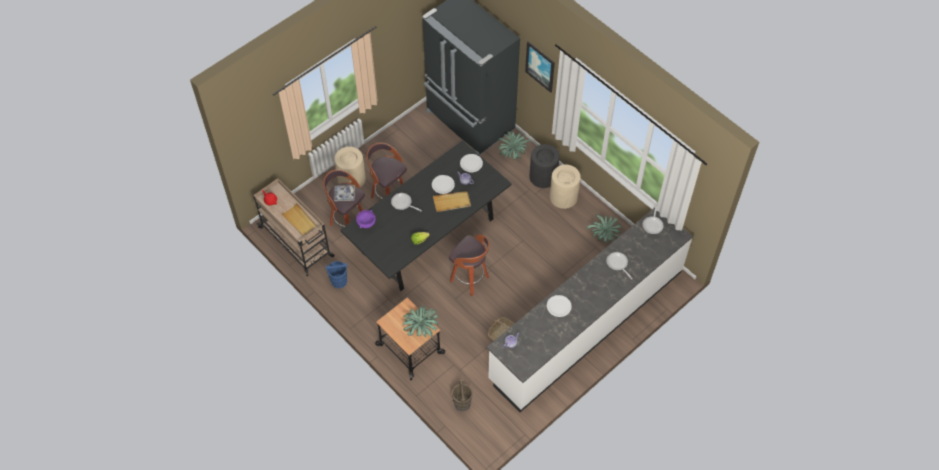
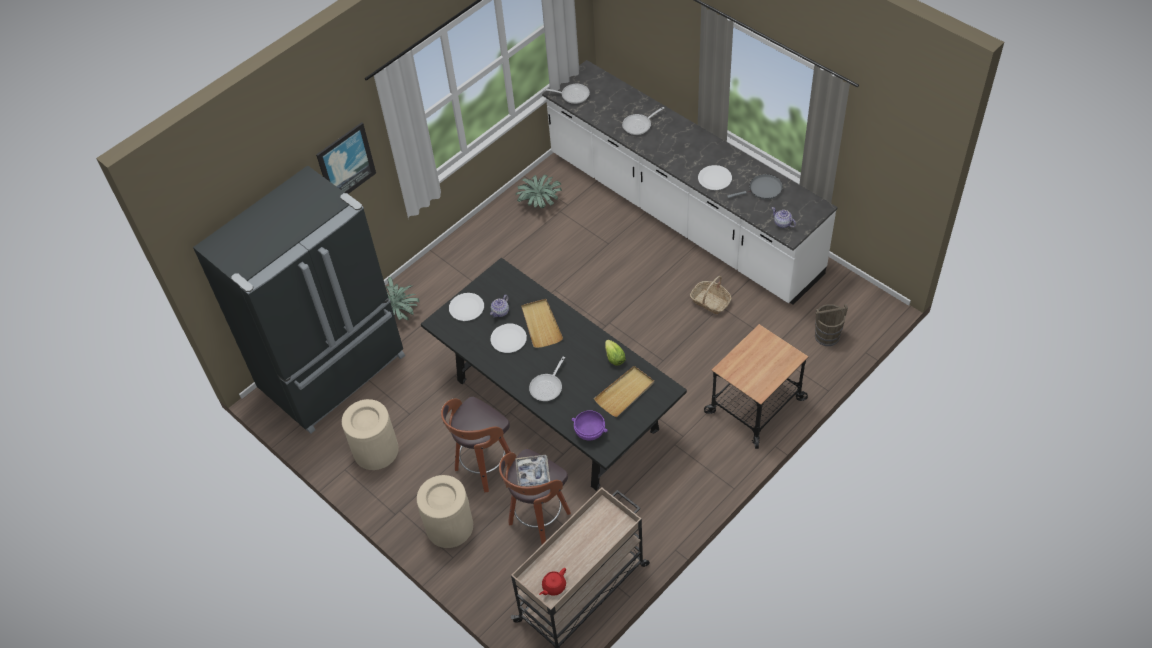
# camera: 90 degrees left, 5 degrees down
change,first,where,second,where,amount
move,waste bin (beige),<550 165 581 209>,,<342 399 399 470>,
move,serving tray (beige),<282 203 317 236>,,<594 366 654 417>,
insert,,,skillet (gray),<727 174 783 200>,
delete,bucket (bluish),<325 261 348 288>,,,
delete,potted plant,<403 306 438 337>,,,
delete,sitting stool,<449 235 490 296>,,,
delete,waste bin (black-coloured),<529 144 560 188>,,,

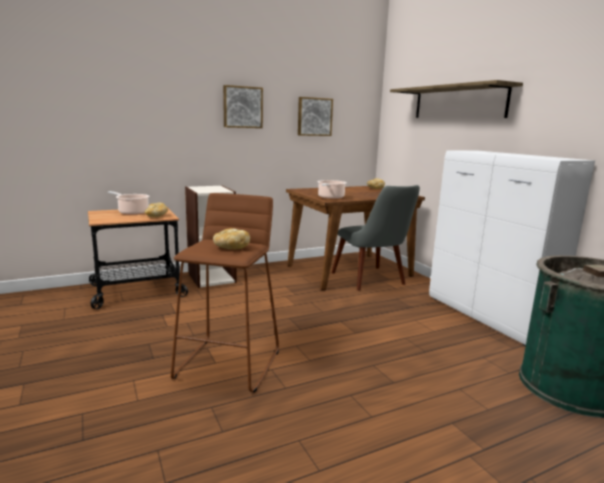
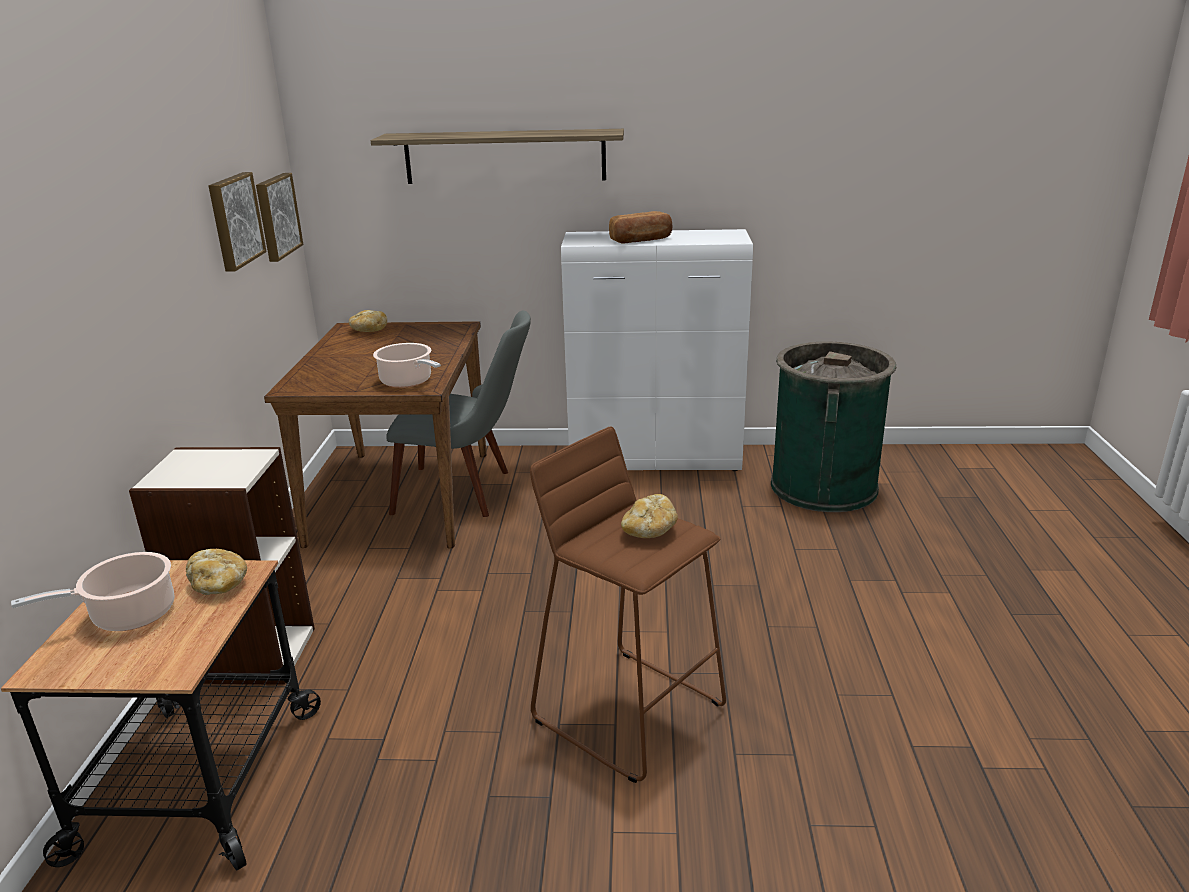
# camera: 60 degrees left, 10 degrees up
change,first,where,second,where,amount
move,picture,<223 85 263 128>,,<256 173 304 262>,
insert,,,baked bread,<609 211 672 244>,

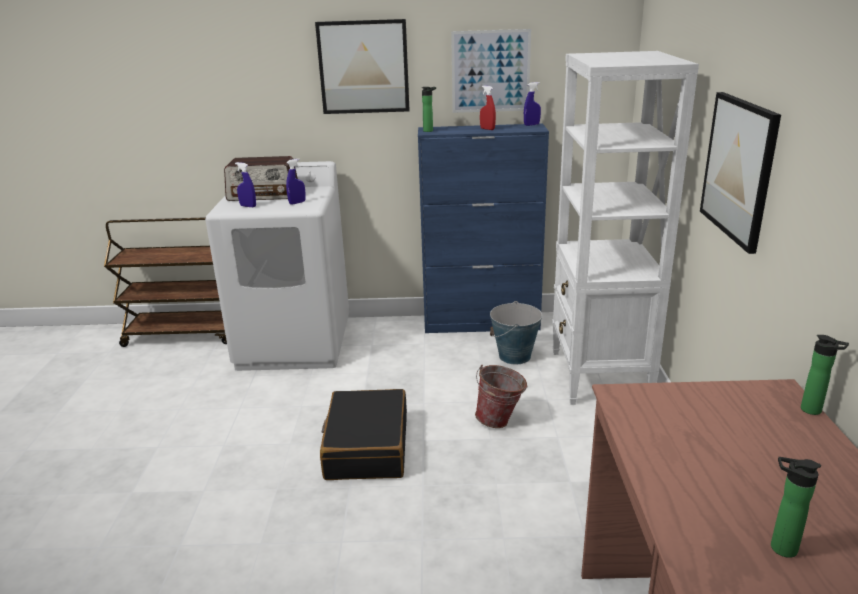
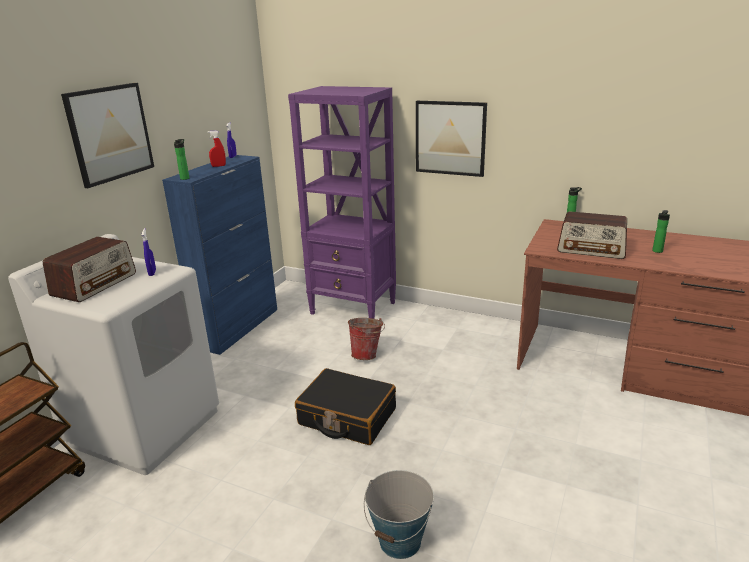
# camera: 65 degrees left, 0 degrees up
change,first,where,second,where,amount
recolor,shelving unit (white-coloured),<552 51 699 405>,shelving unit (purple-coloured),<288 86 396 319>,
move,bucket,<490 301 542 364>,,<364 470 434 559>,
insert,,,radio,<557 211 627 259>,
delete,hand sprayer (bluish),<235 162 256 207>,,,
delete,picture,<451 29 531 113>,,,

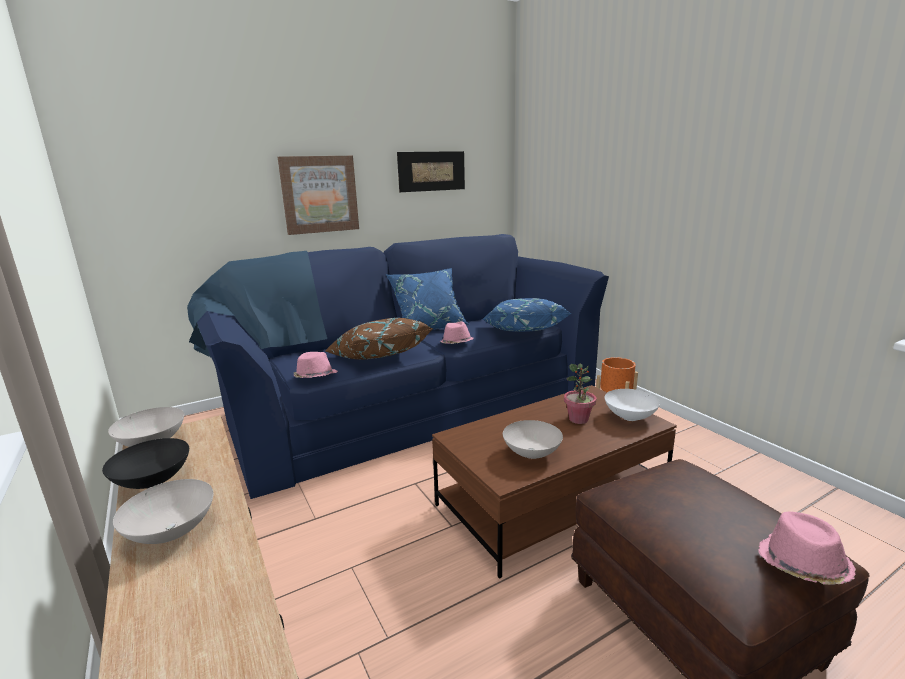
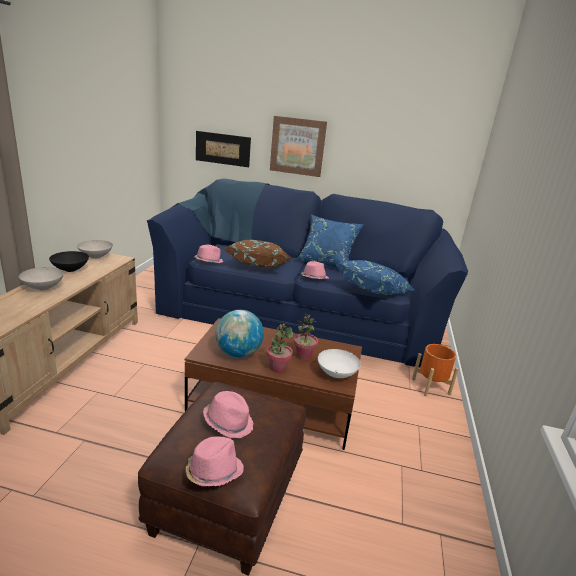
# camera: 40 degrees right, 5 degrees up
change,first,where,second,where,amount
move,picture,<397 151 465 192>,,<196 131 251 167>,
insert,,,clothing hat (pink-coloured),<203 391 253 438>,
replace,deep dish (white-coloured),<503 420 563 459>,desk globe,<216 310 264 358>,
insert,,,potted plant,<267 324 293 373>,

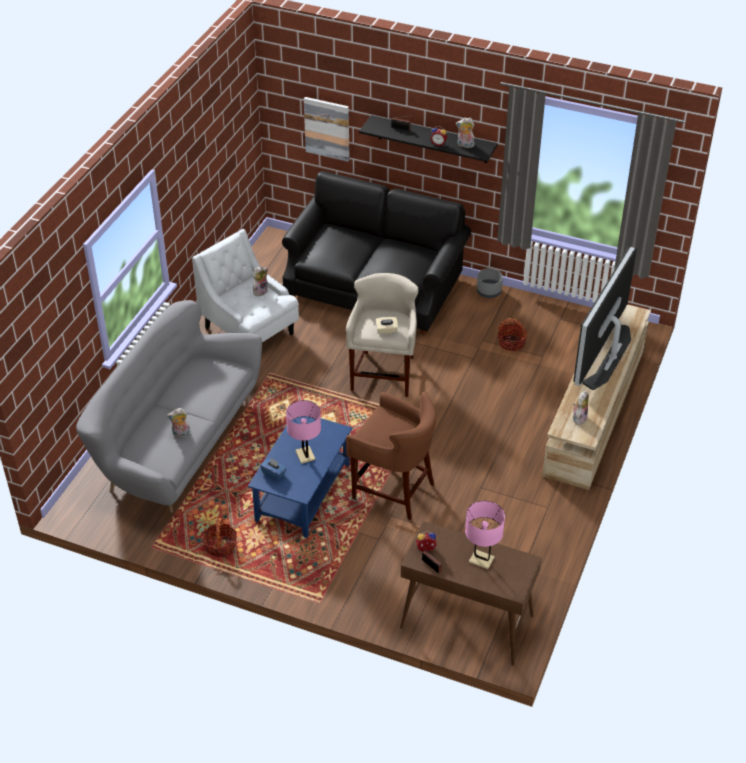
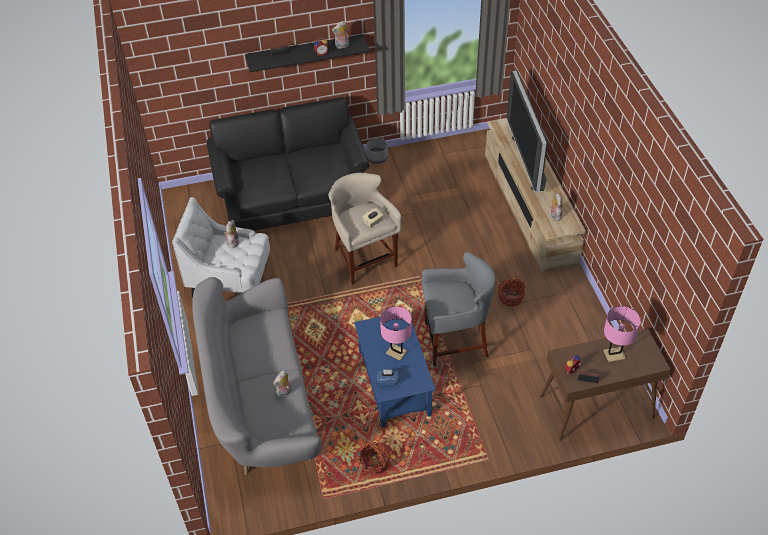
# camera: 35 degrees left, 5 degrees up
change,first,where,second,where,amount
recolor,sitting stool (brown),<346 392 436 521>,sitting stool (gray),<422 252 495 366>,
move,basket,<498 318 527 351>,,<498 278 526 307>,
delete,picture,<304 97 349 162>,,,

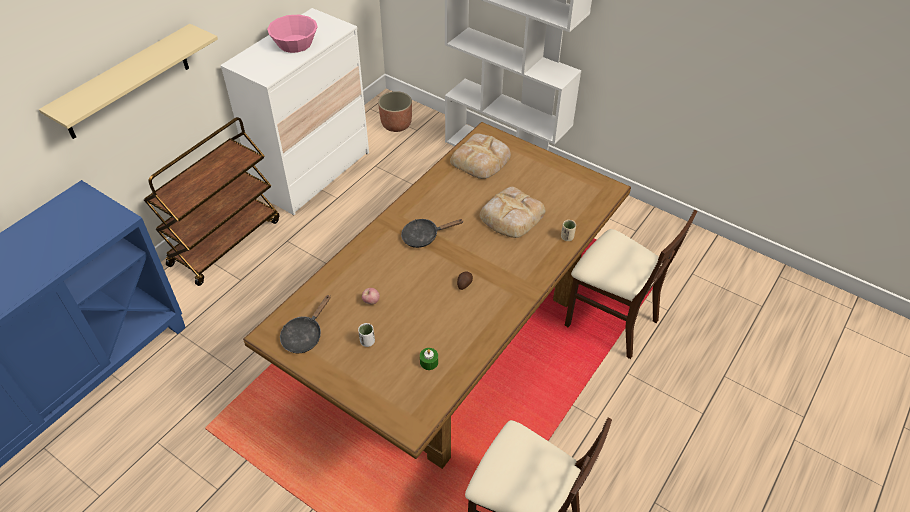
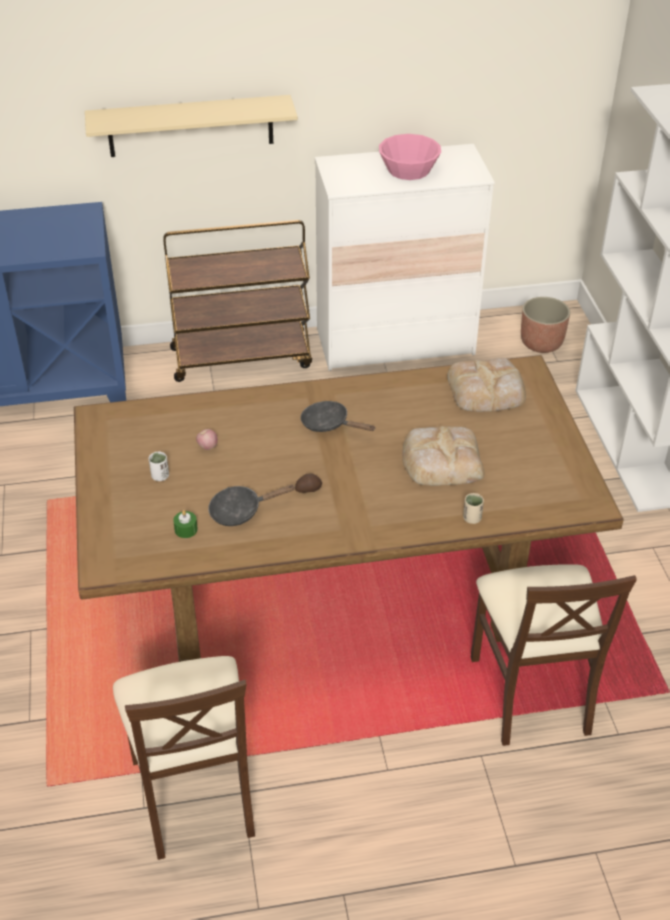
# camera: 45 degrees right, 5 degrees down
change,first,where,second,where,amount
move,skillet (black-coloured),<280 295 330 353>,,<208 485 296 526>,

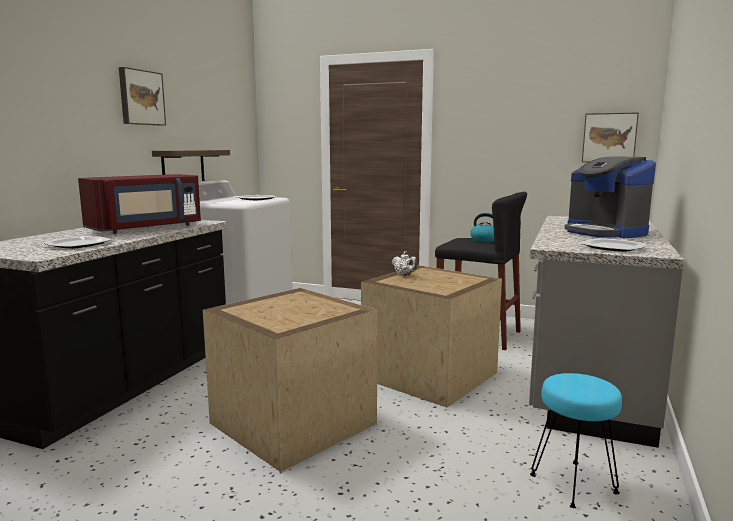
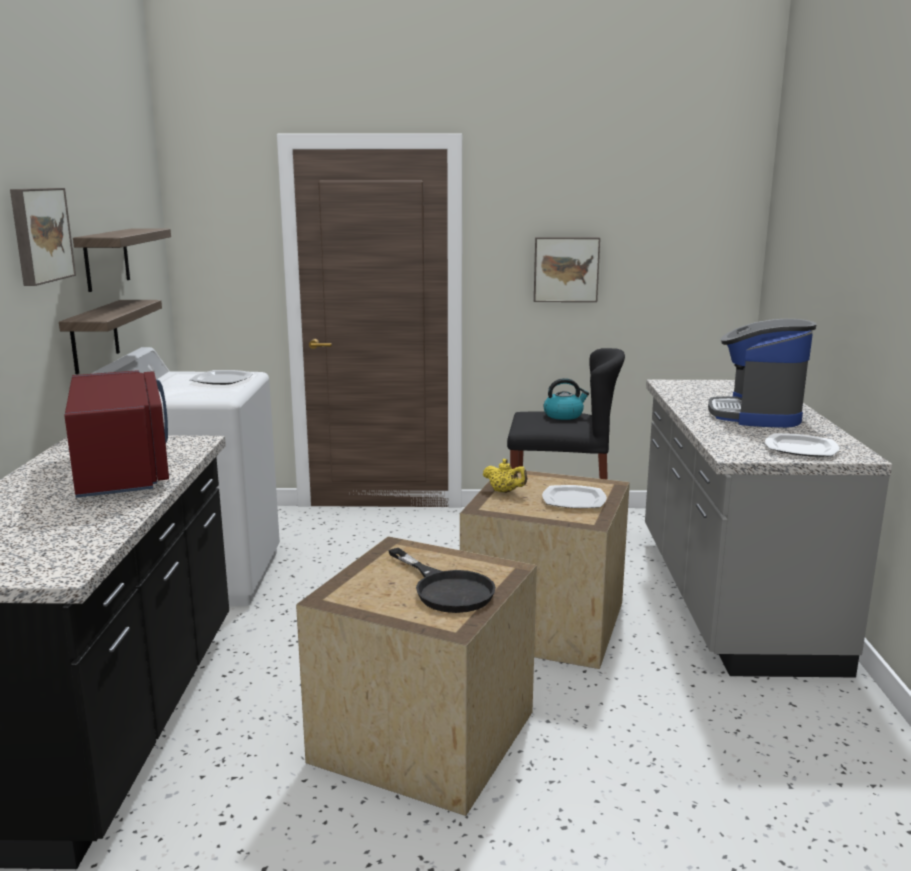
# camera: 20 degrees left, 5 degrees up
change,first,where,second,where,amount
rotate,microwave (red-coloured),<78 174 201 234>,,<64 370 169 498>,45 degrees counterclockwise
insert,,,bracket shelf,<73 229 171 292>,
insert,,,skillet (black-coloured),<388 548 496 613>,
recolor,pot for tea (white-coloured),<392 251 417 276>,pot for tea (yellowish),<483 459 527 493>,
move,picture,<582 112 639 162>,,<534 237 600 302>,
move,dinner plate,<42 236 112 249>,,<542 485 607 508>,
rotate,coffee machine,<565 157 656 238>,,<708 319 816 428>,60 degrees clockwise
delete,sitting stool (blue-green),<530 373 622 508>,,,

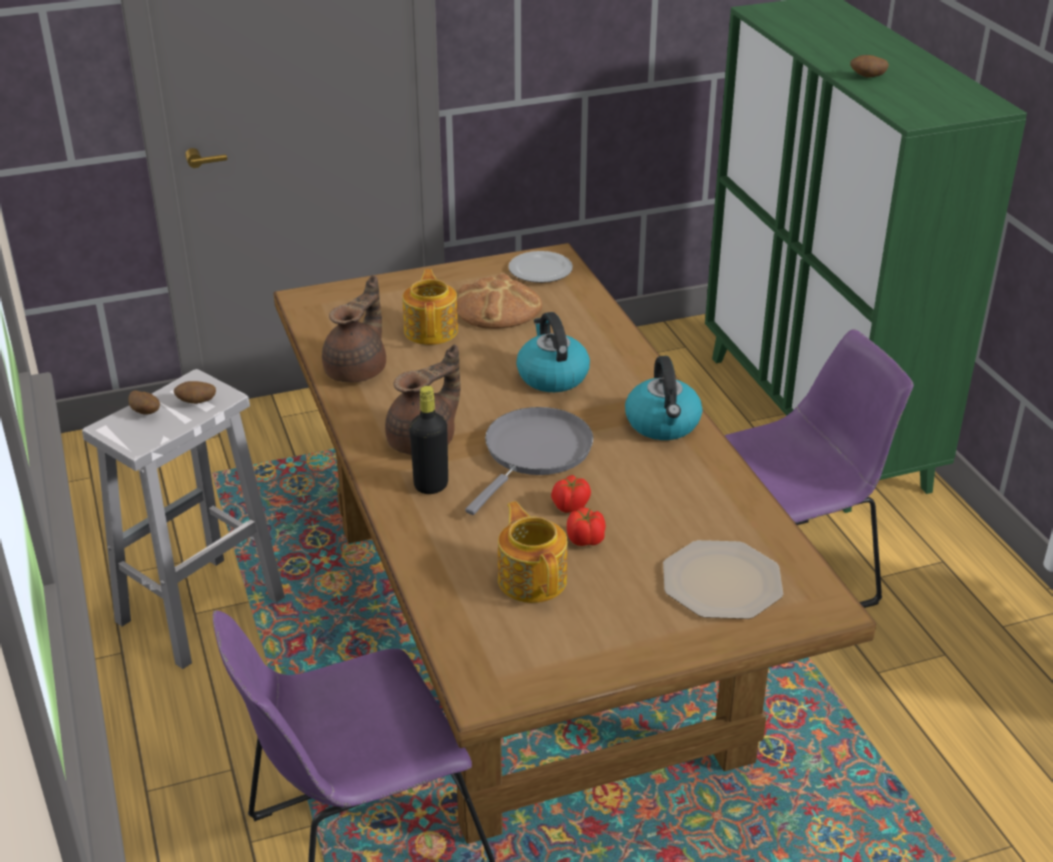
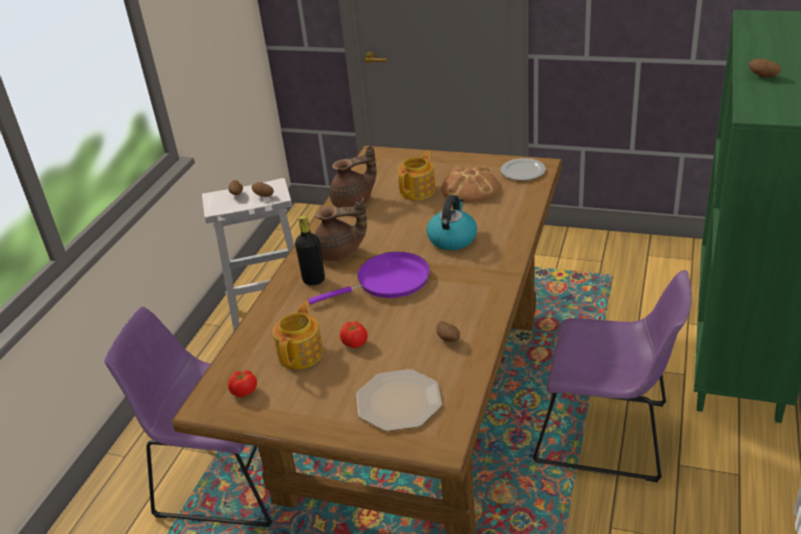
# camera: 40 degrees right, 0 degrees up
change,first,where,second,where,amount
move,tomato,<551 475 591 513>,,<228 370 257 397>,
recolor,skillet (gray),<465 407 593 515>,skillet (purple-coloured),<308 252 430 304>,
insert,,,whole potato,<436 321 460 342>,
delete,tea kettle,<625 356 702 440>,,,

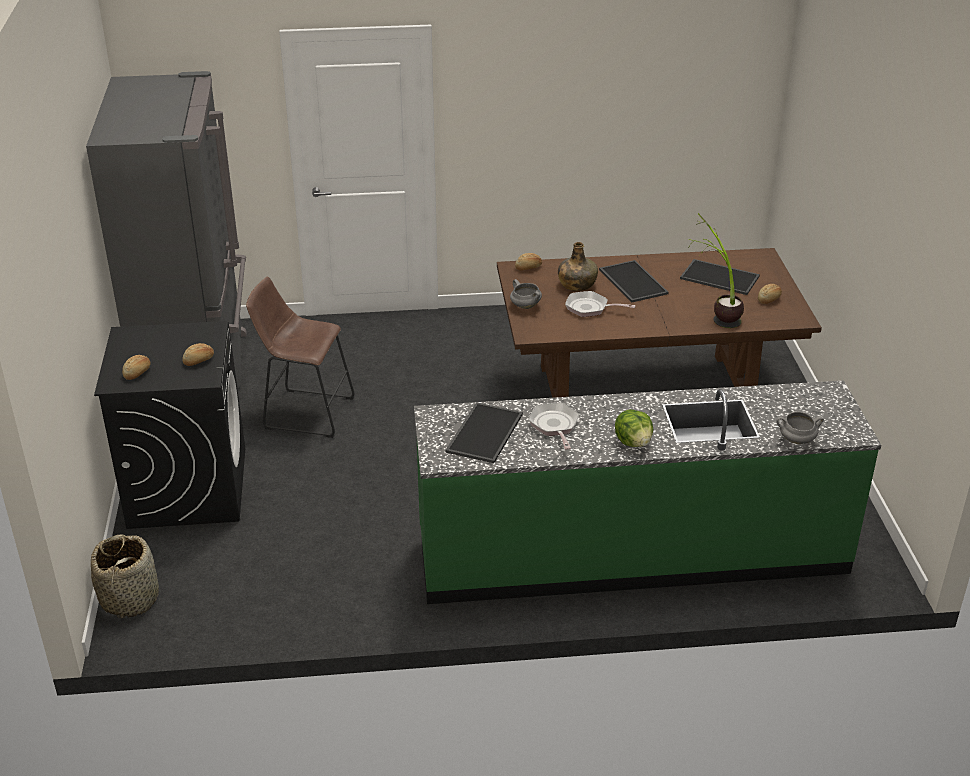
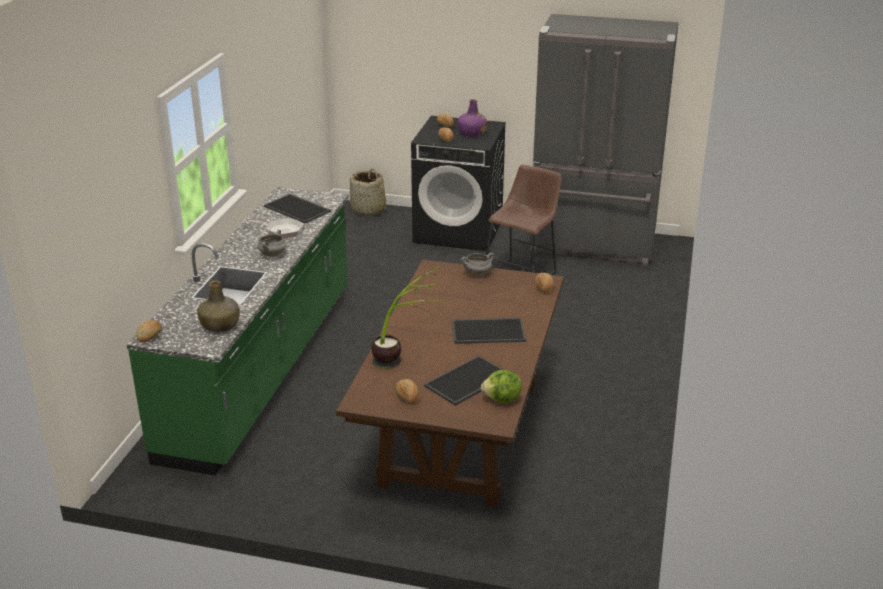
# camera: 110 degrees right, 5 degrees down
change,first,where,second,where,amount
insert,,,baked bread,<136 320 162 343>,
move,bottle (green),<558 242 598 291>,,<197 280 240 332>,
move,cooking pot (gray),<777 412 824 444>,,<257 230 287 257>,
insert,,,bottle (purple-coloured),<458 99 487 137>,
move,lettuce head,<615 409 653 447>,,<481 370 522 403>,
delete,skillet,<565 291 636 317>,,,

